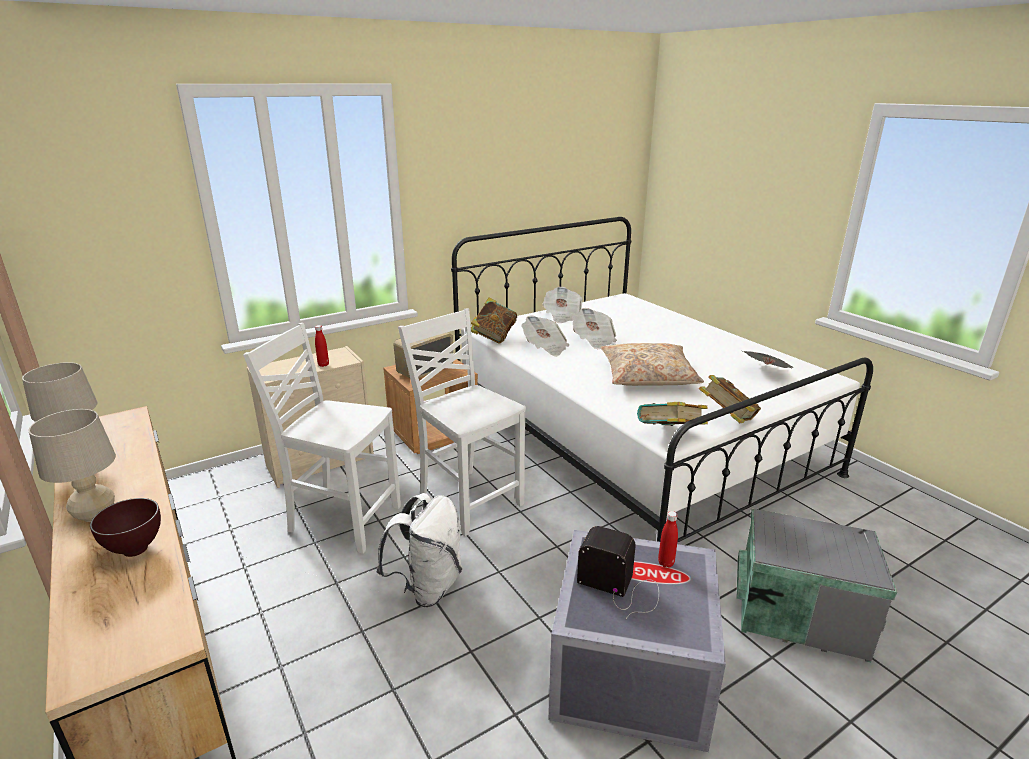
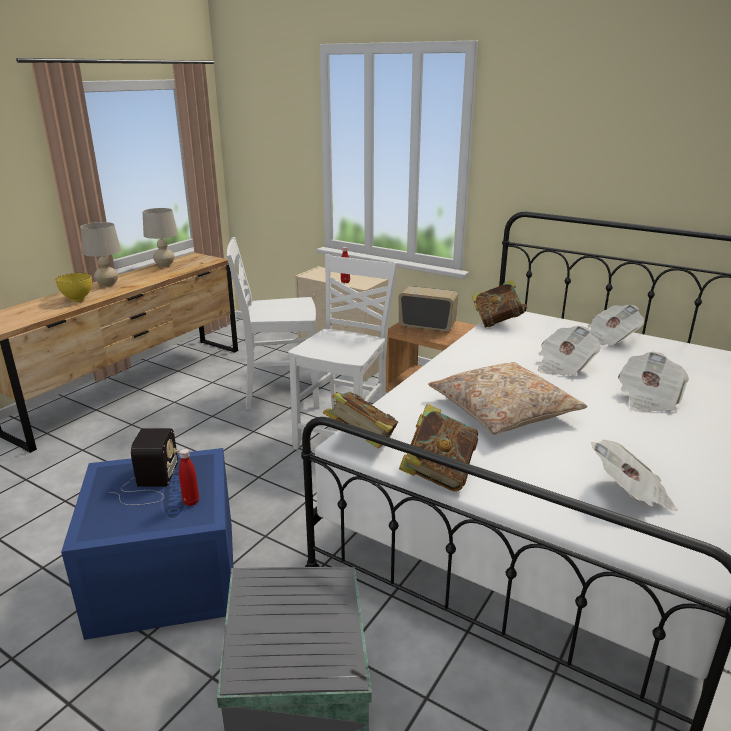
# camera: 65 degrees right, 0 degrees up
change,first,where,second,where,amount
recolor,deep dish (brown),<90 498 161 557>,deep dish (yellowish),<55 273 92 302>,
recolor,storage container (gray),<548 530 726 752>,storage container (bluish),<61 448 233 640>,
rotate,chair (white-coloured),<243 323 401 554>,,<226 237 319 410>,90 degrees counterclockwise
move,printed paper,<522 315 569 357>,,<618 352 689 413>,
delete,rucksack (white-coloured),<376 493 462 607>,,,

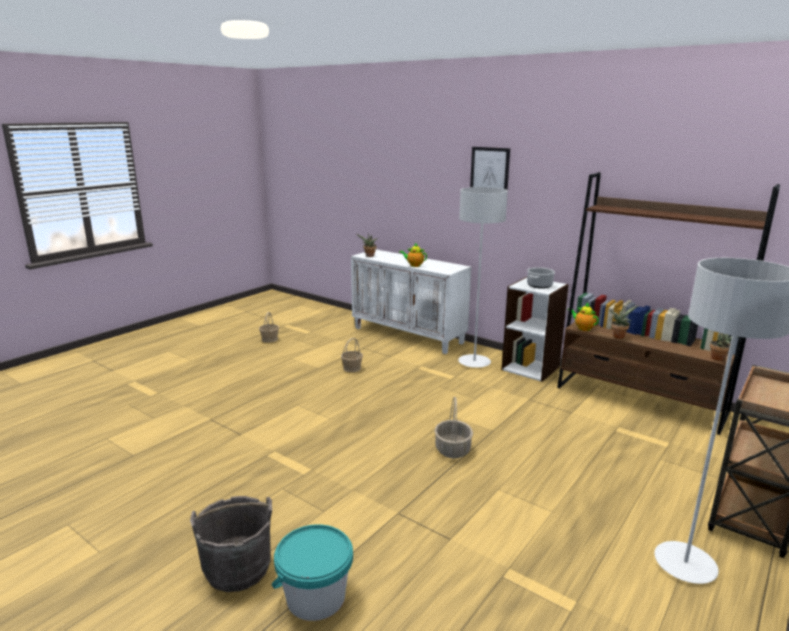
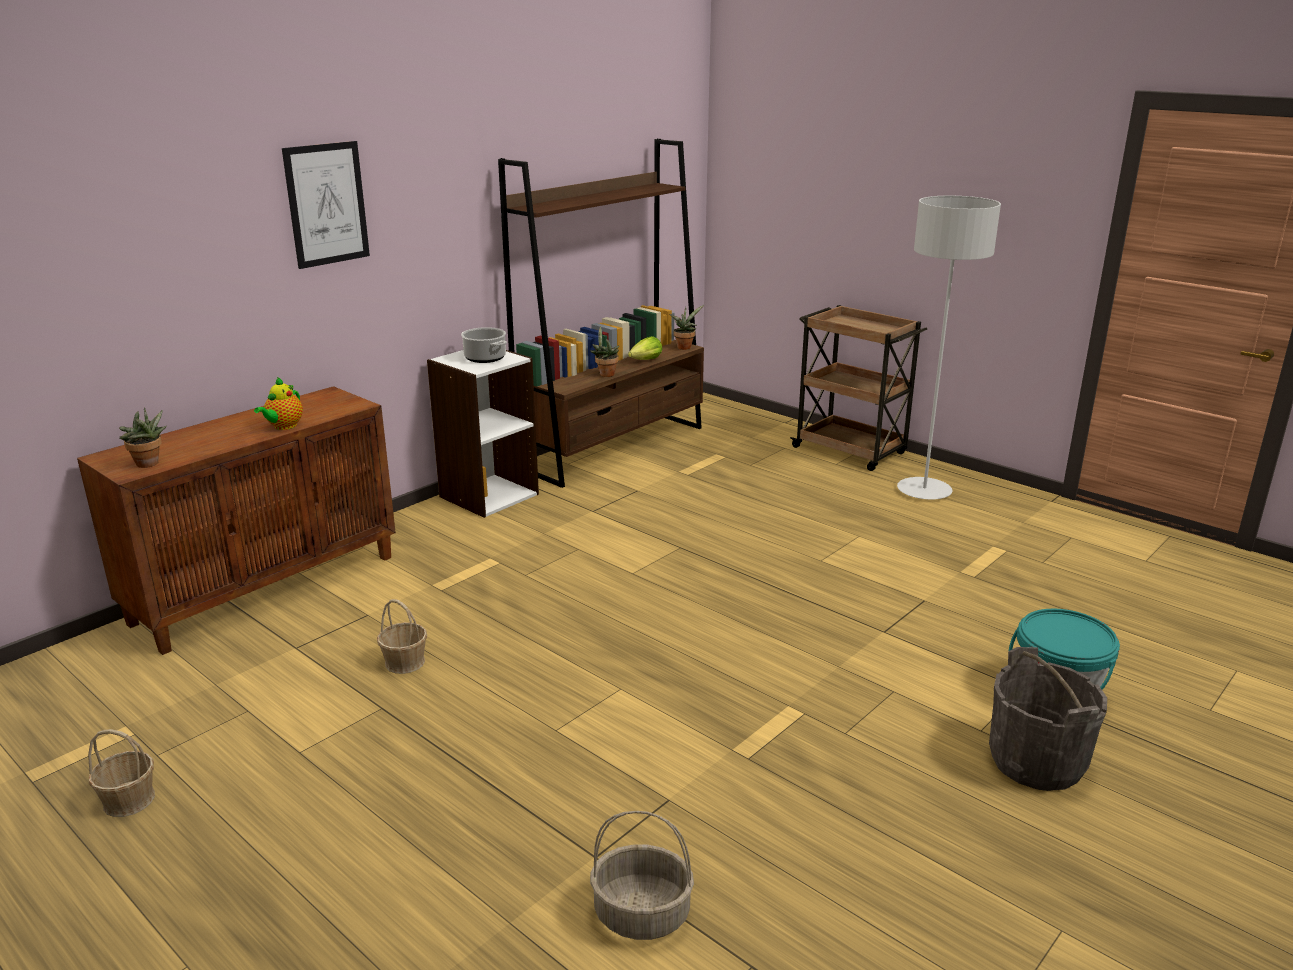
# camera: 85 degrees left, 5 degrees up
change,first,where,second,where,amount
recolor,cabinet (white-coloured),<351 249 471 354>,cabinet (brown),<77 386 396 655>,
move,basket,<435 397 473 458>,,<590 811 694 940>,
insert,,,lettuce head,<628 336 663 360>,
delete,standard lamp (gray),<458 187 508 368>,,,
delete,pot for tea,<568 302 599 331>,,,

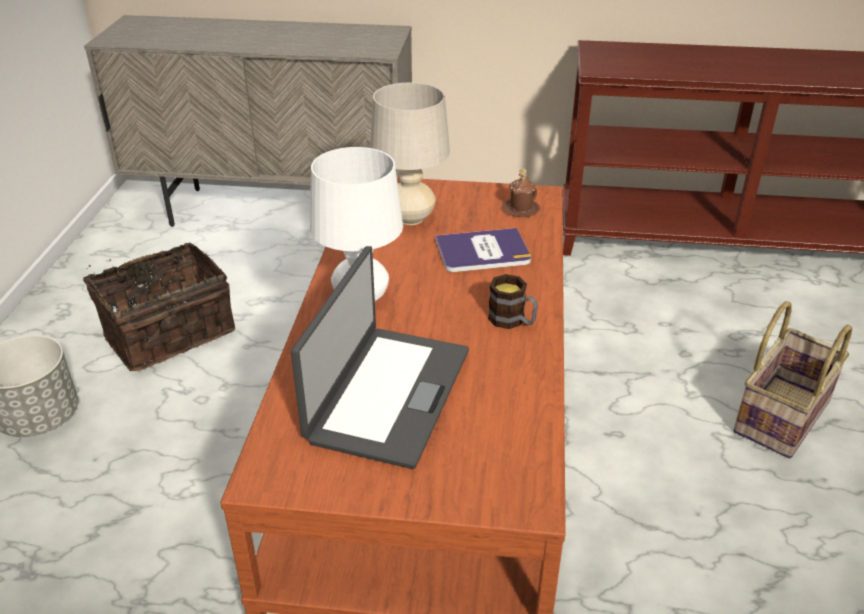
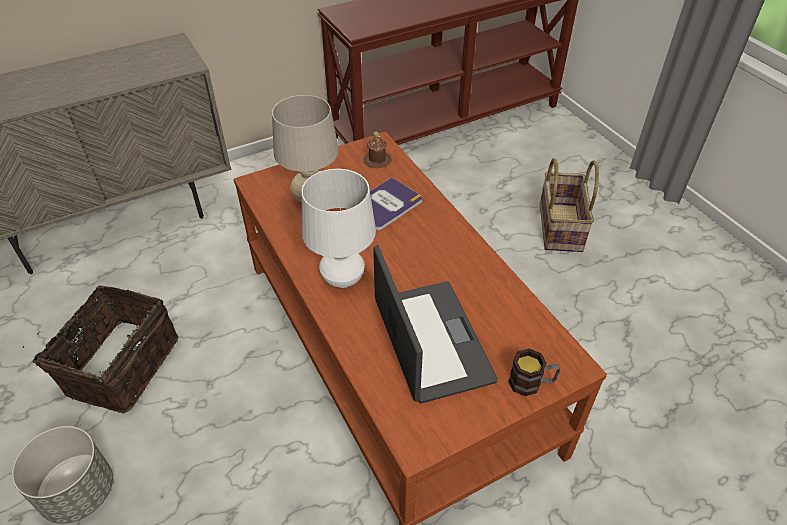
# camera: 35 degrees left, 10 degrees up
change,first,where,second,where,amount
move,coffee mug,<488 274 538 329>,,<508 349 560 396>,

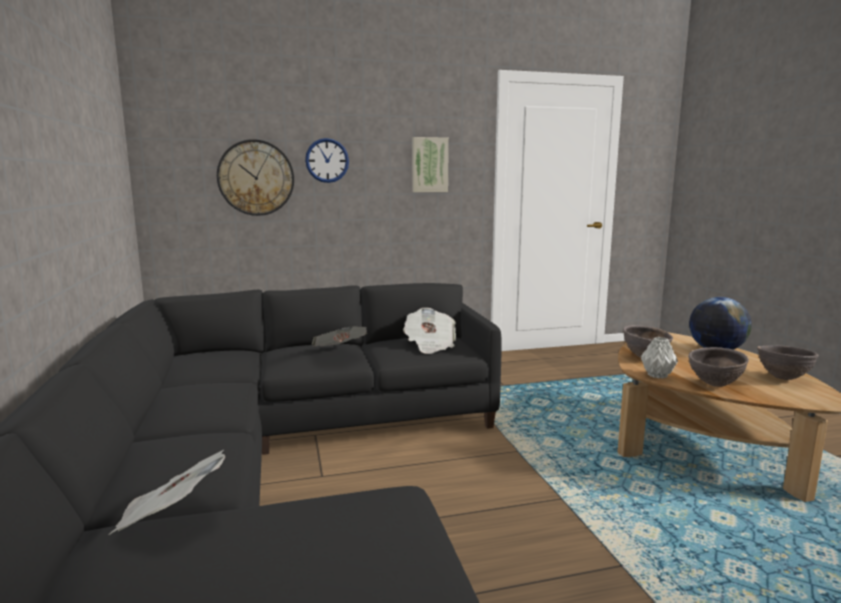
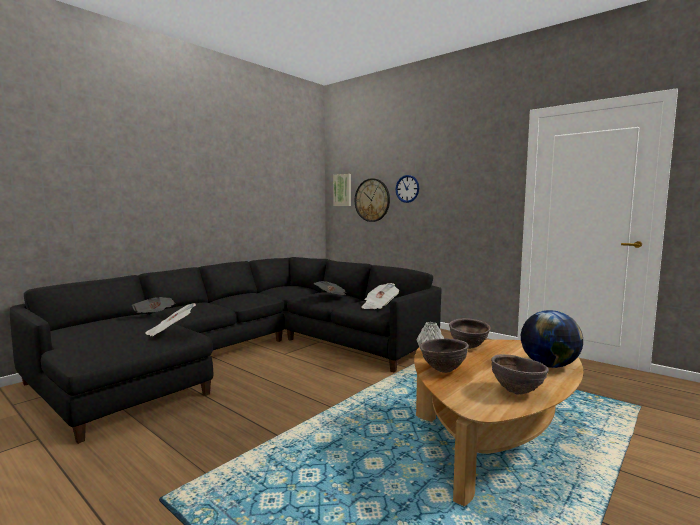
# camera: 55 degrees right, 5 degrees down
change,first,where,second,where,amount
insert,,,printed paper,<145 303 196 336>,
move,picture,<412 137 449 192>,,<333 174 351 206>,

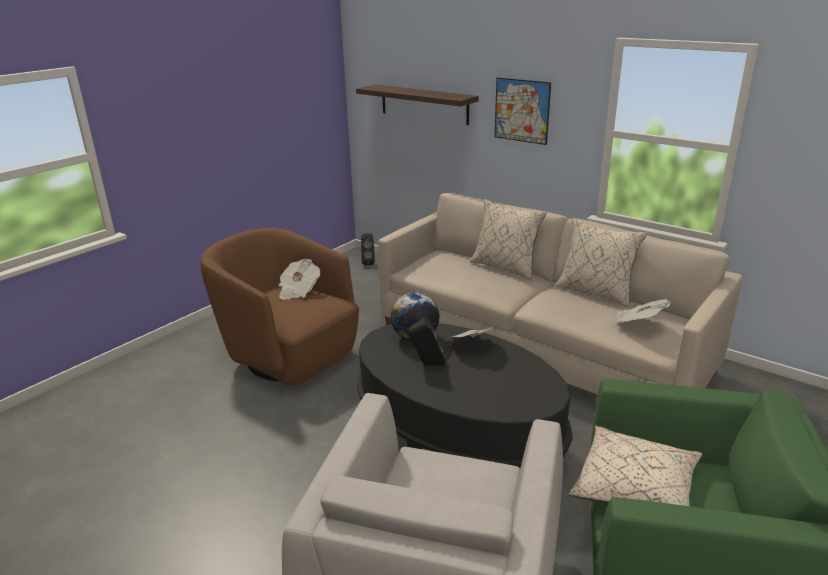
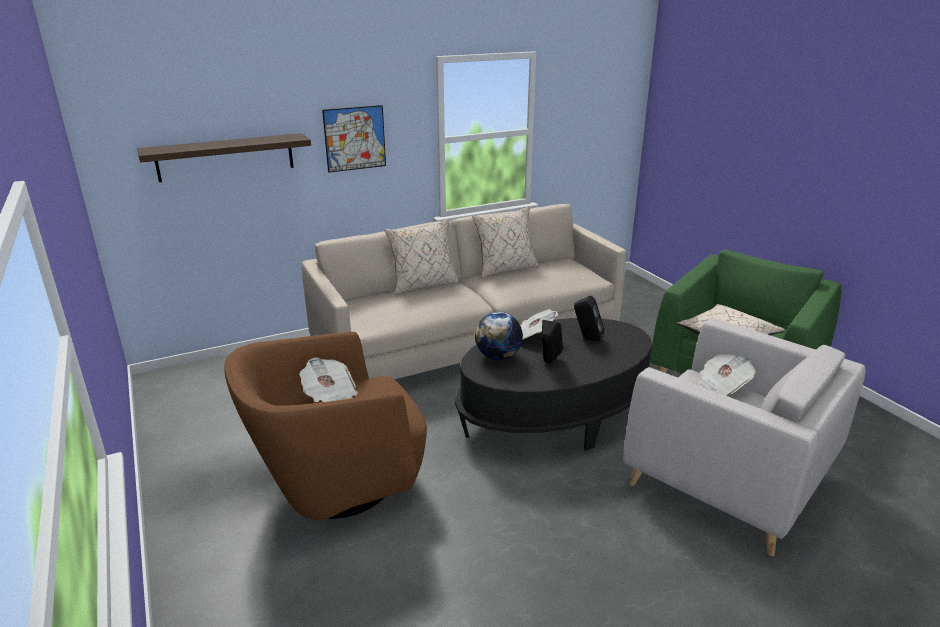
# camera: 65 degrees left, 0 degrees up
change,first,where,second,where,amount
move,audio speaker (black-coloured),<361 233 375 265>,,<574 296 604 342>,
move,printed paper,<616 299 671 323>,,<696 354 756 396>,

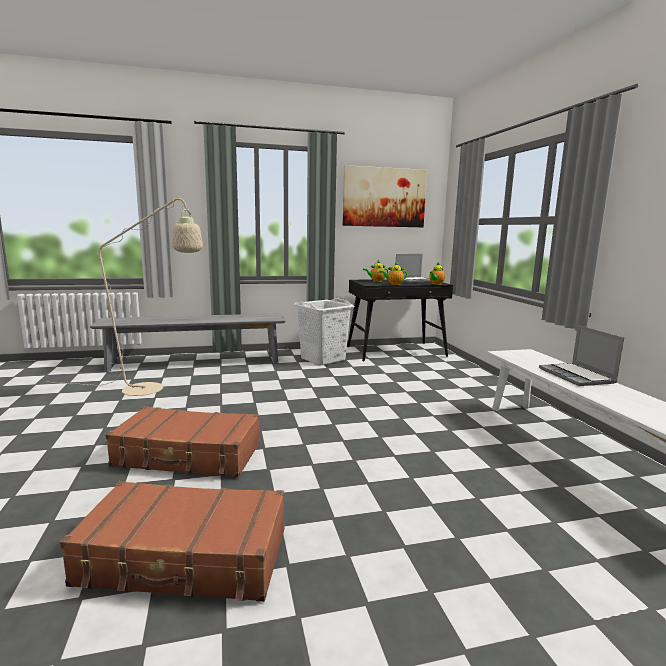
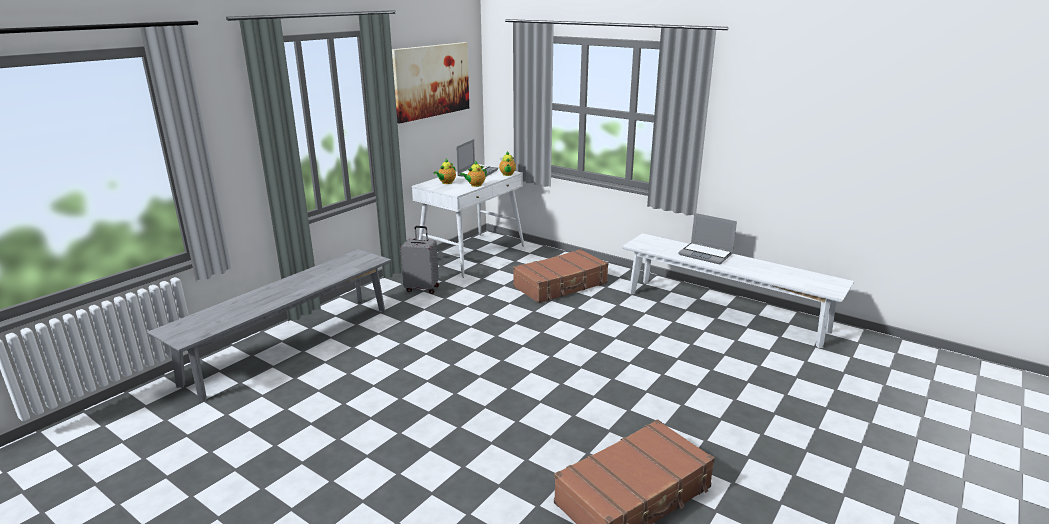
# camera: 40 degrees left, 10 degrees up
change,first,where,second,where,amount
replace,laundry basket (white-coloured),<294 298 355 365>,suitcase (gray),<400 226 439 294>,
recolor,desk (black-coloured),<347 279 453 361>,desk (white-coloured),<412 164 525 278>,
move,suitcase (brown),<106 406 260 478>,,<513 249 608 303>,
delete,standard lamp (beige),<52 196 203 396>,,,

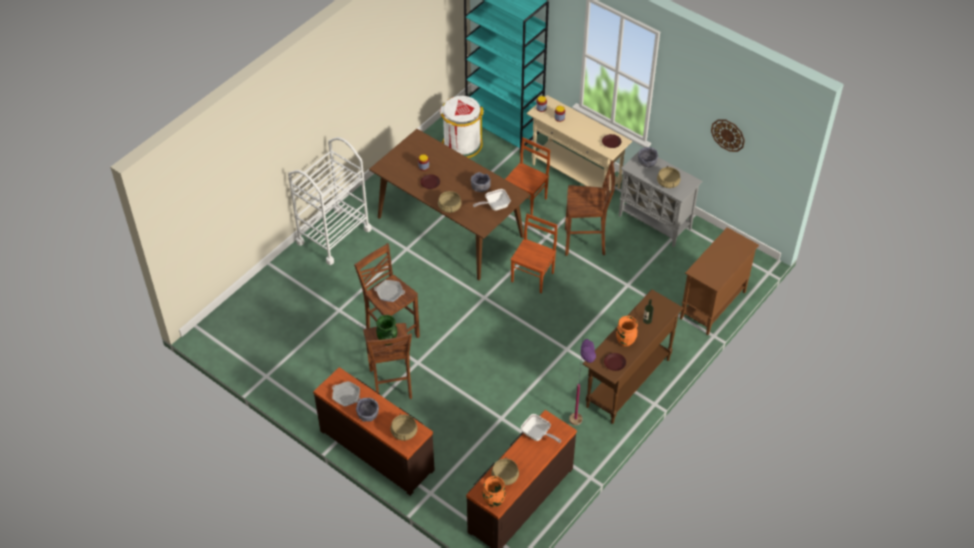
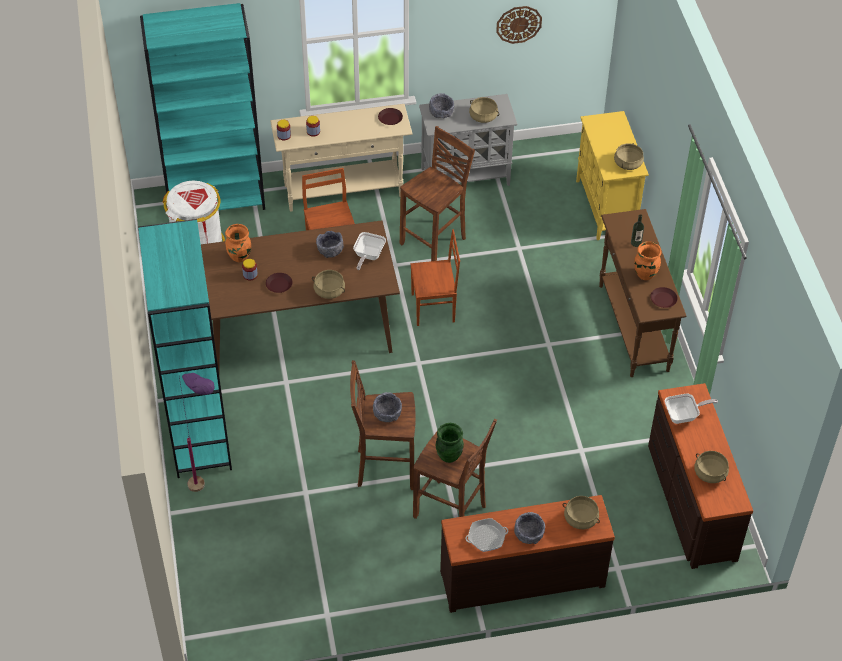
# camera: 50 degrees left, 0 degrees up
change,first,where,second,where,amount
replace,cart (white-coloured),<288 137 372 265>,shelving unit (blue-green),<138 219 232 478>,
move,standard lamp (purple-coloured),<569 339 596 425>,,<179 373 215 492>,
move,flower vase (orange),<483 476 506 508>,,<225 224 251 262>,
replace,skillet,<374 280 405 302>,deep dish (gray),<373 392 402 422>,
rotate,chair (brown),<510 214 557 293>,,<410 229 460 326>,105 degrees clockwise
recolor,cabinet (brown),<680 227 759 335>,cabinet (yellowish),<576 111 649 240>,
insert,,,cooking pot (beige),<614 143 644 170>,

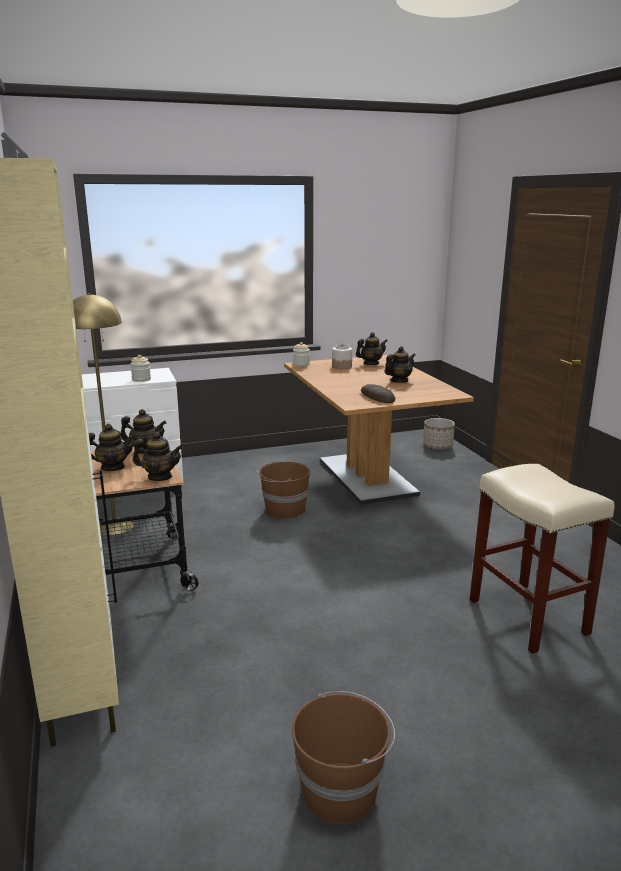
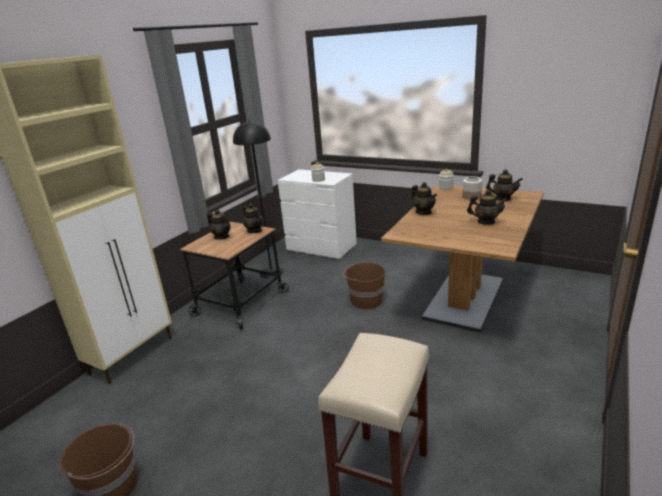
# camera: 50 degrees right, 5 degrees up
change,first,where,second,where,amount
recolor,standard lamp (yellowish),<73 293 134 535>,standard lamp (black-coloured),<233 120 284 279>,
move,pot for tea,<133 432 183 481>,,<411 182 437 215>,
delete,baked bread,<361 384 395 403>,,,
delete,flower pot,<423 418 455 449>,,,

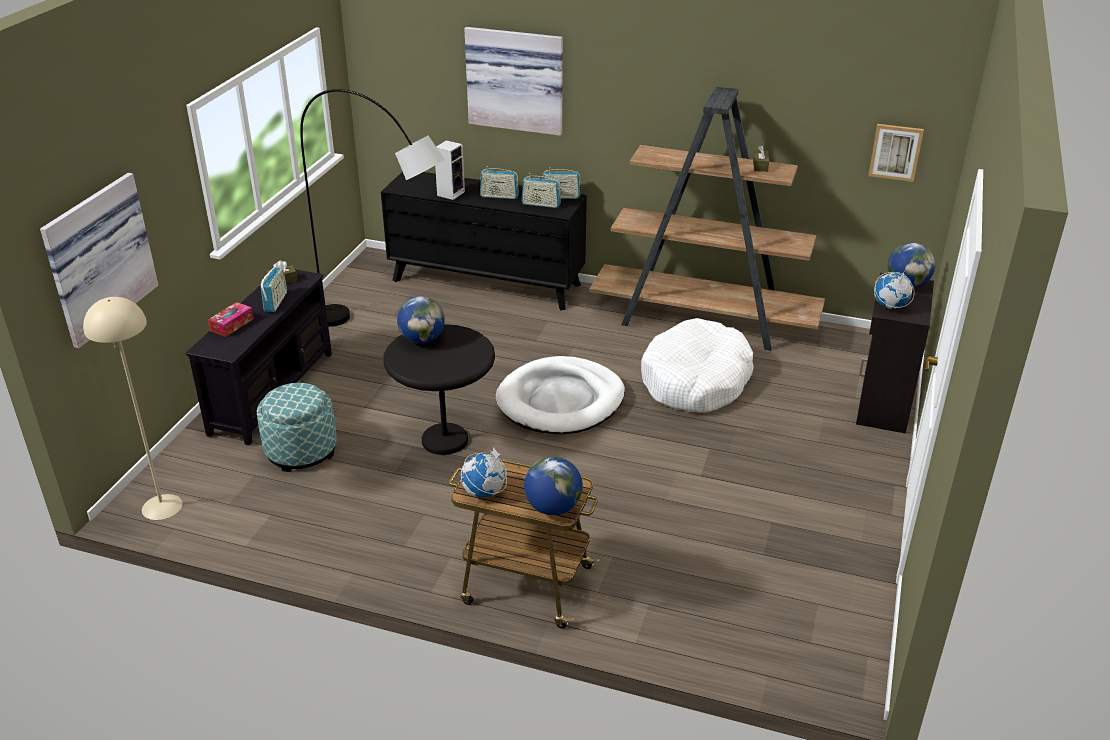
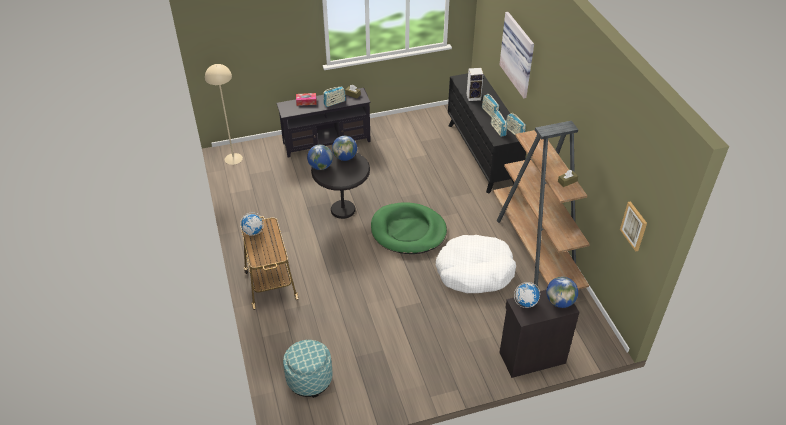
# camera: 55 degrees right, 10 degrees up
change,first,where,second,where,amount
move,ottoman,<257 383 337 472>,,<283 340 332 398>,
move,desk globe,<524 457 583 515>,,<307 145 333 170>,
recolor,pet bed (white-coloured),<496 356 625 434>,pet bed (green),<371 202 447 254>,
delete,picture,<40 173 158 348>,,,
delete,standard lamp (gray),<300 89 445 327>,,,

